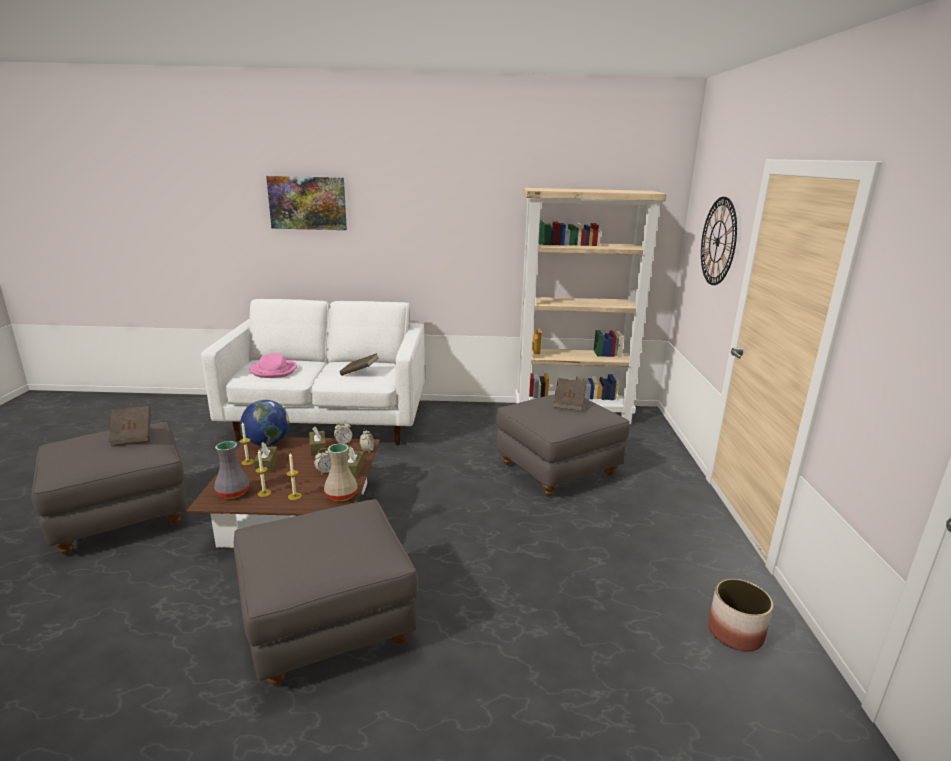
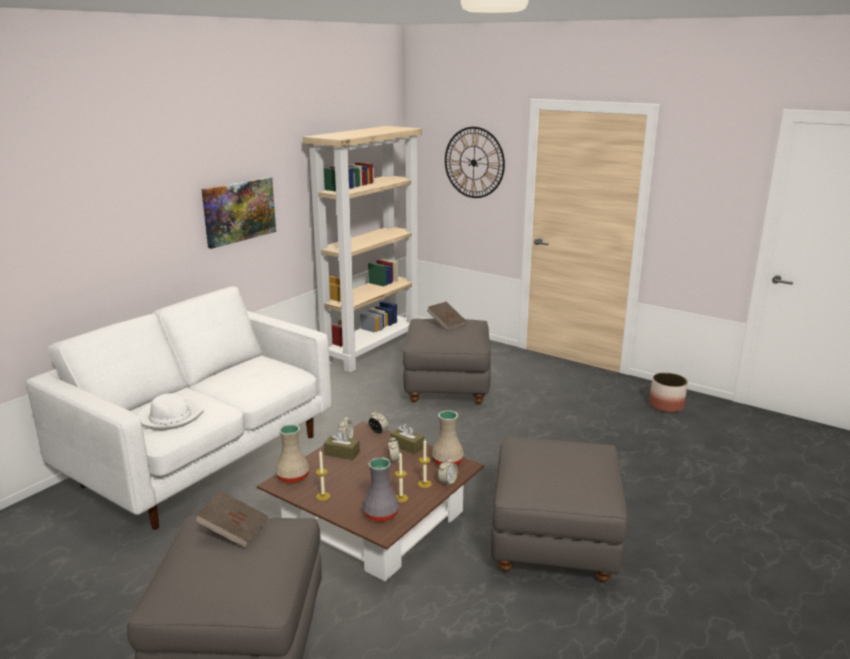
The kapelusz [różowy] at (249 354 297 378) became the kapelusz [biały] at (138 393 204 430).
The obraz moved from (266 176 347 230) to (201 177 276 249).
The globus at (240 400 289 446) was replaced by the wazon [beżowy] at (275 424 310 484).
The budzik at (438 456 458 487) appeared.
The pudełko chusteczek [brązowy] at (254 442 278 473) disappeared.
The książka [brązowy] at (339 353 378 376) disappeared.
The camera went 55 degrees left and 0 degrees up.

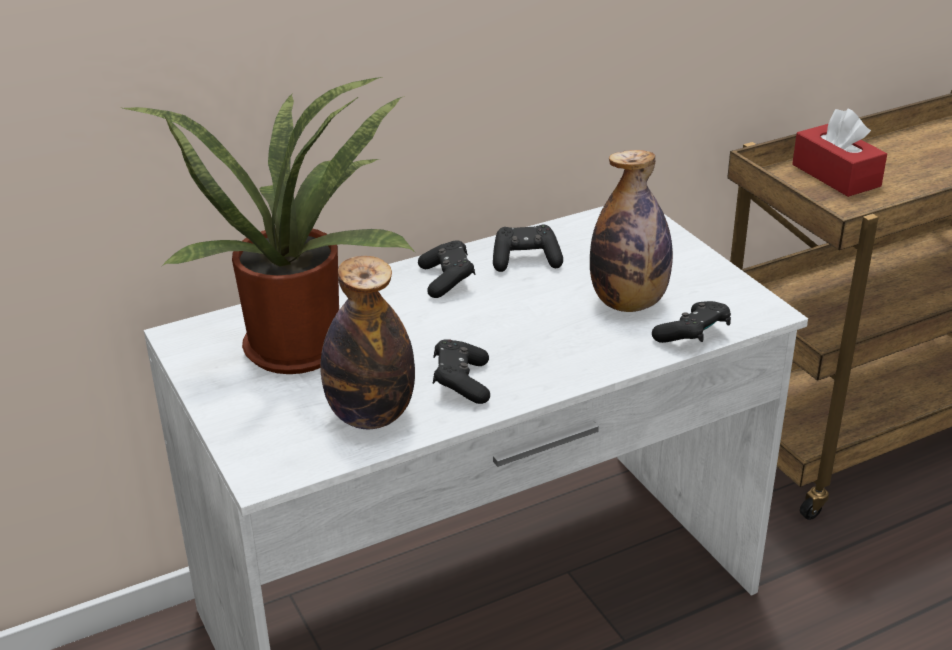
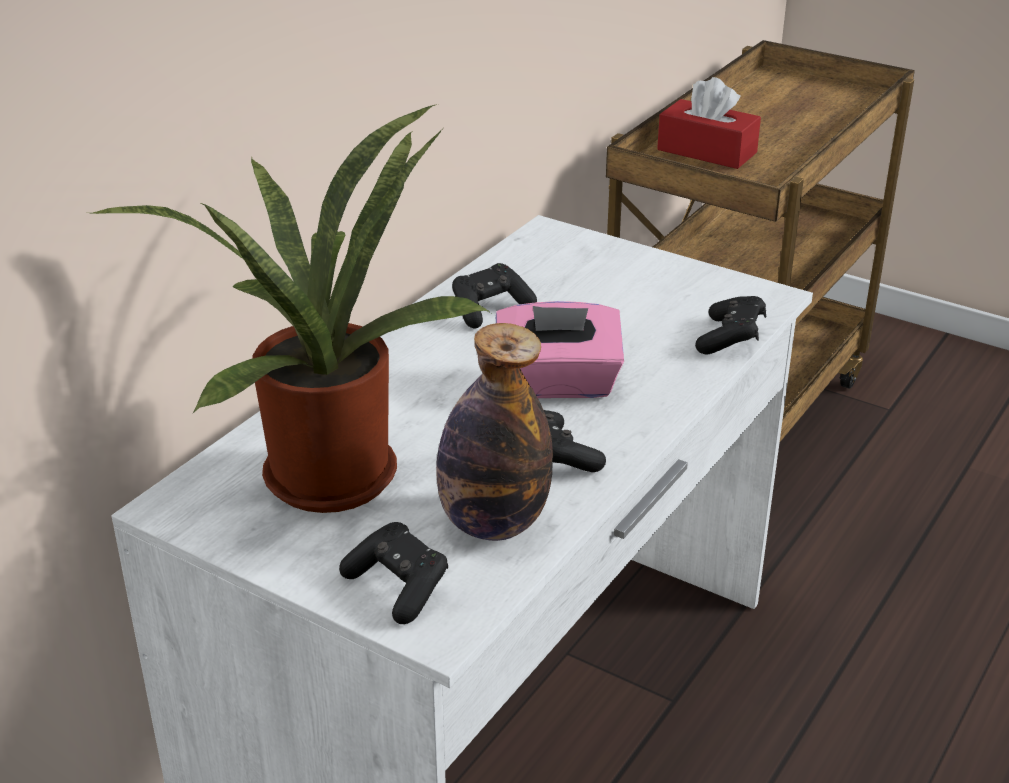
The pad do gier [czarny] moved from (418 240 475 298) to (339 522 448 624).
The pudełko chusteczek [różowy] at (496 301 624 398) appeared.
The butelka at (590 150 673 312) disappeared.
The camera went 30 degrees left and 0 degrees up.

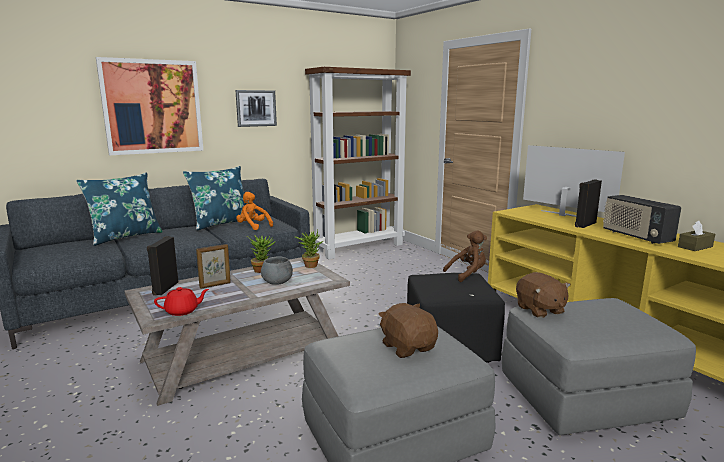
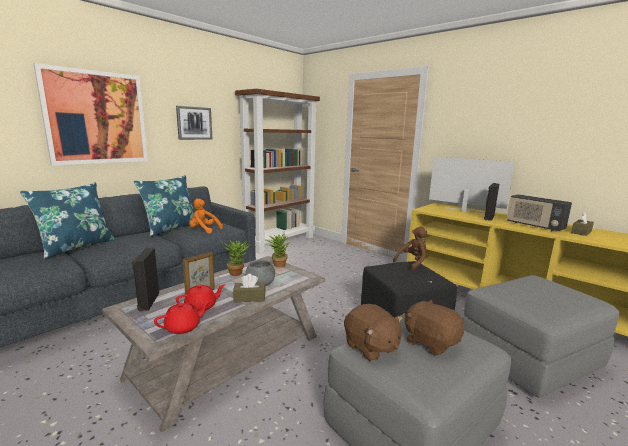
The imbryk [czerwony] at (176 284 225 311) appeared.
The pudełko chusteczek [brązowy] at (233 274 266 302) appeared.
The pluszak [brązowy] moved from (516 272 571 318) to (344 304 403 362).
The camera went 15 degrees left and 0 degrees up.

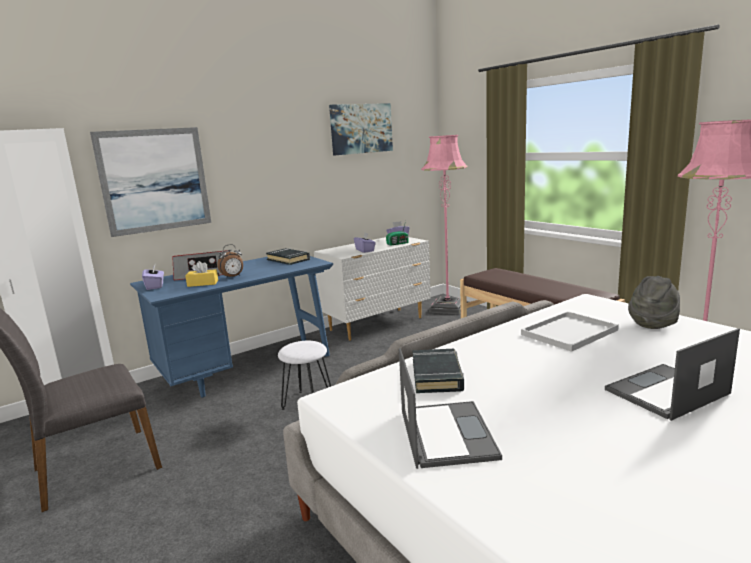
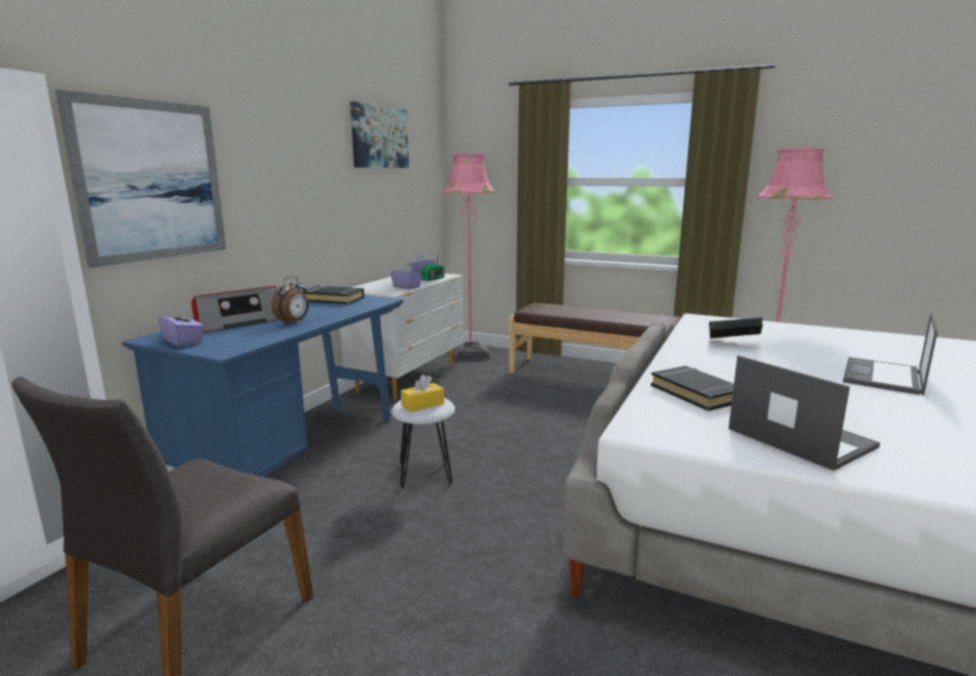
The pudełko chusteczek [żółty] moved from (185 261 218 287) to (401 374 444 412).
The taca [biały] at (521 311 619 352) was replaced by the książka at (709 317 763 339).
The kapelusz [szary] at (628 276 680 329) disappeared.
The camera went 30 degrees left and 0 degrees up.

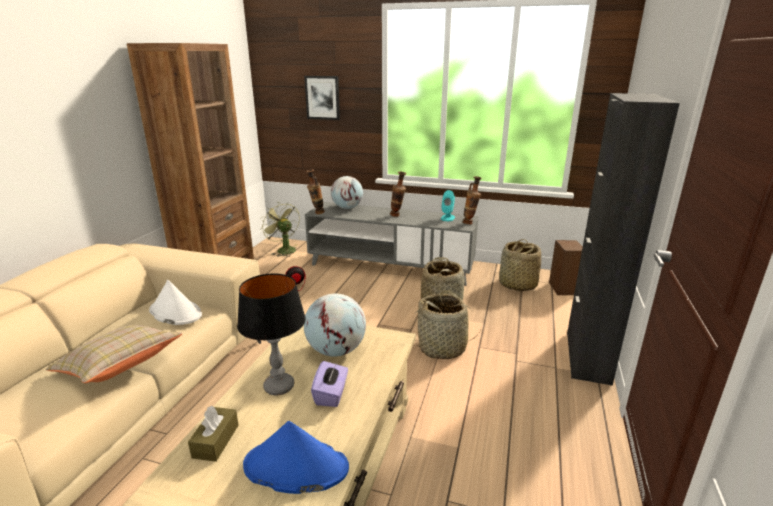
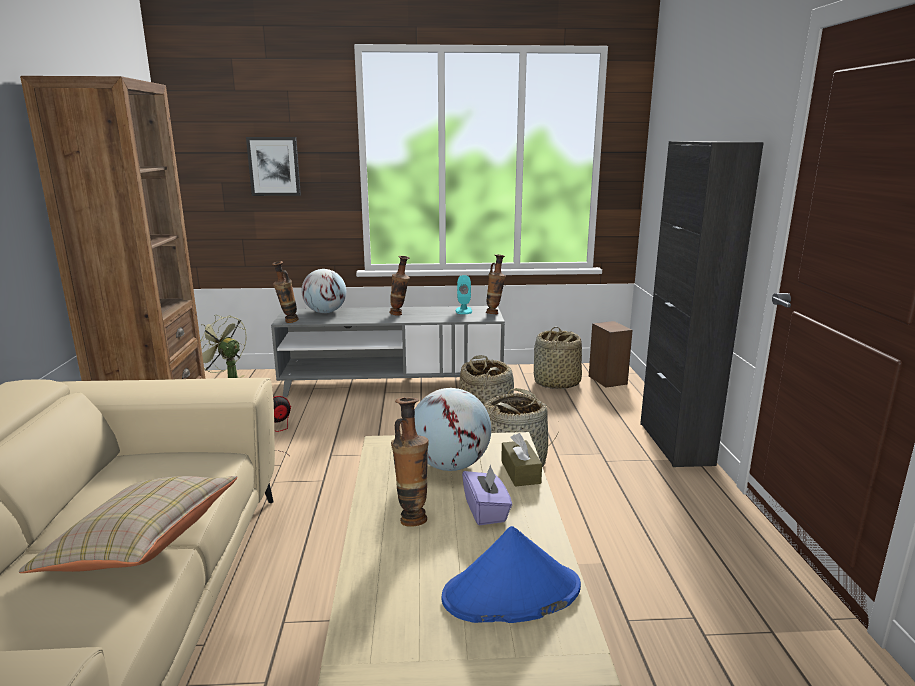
The lampa stołowa at (237 274 306 395) was replaced by the wazon at (391 397 429 527).
The pudełko chusteczek [brązowy] moved from (188 405 239 462) to (501 433 542 487).
The kapelusz [biały] at (149 280 202 325) disappeared.
The camera went 20 degrees left and 5 degrees down.

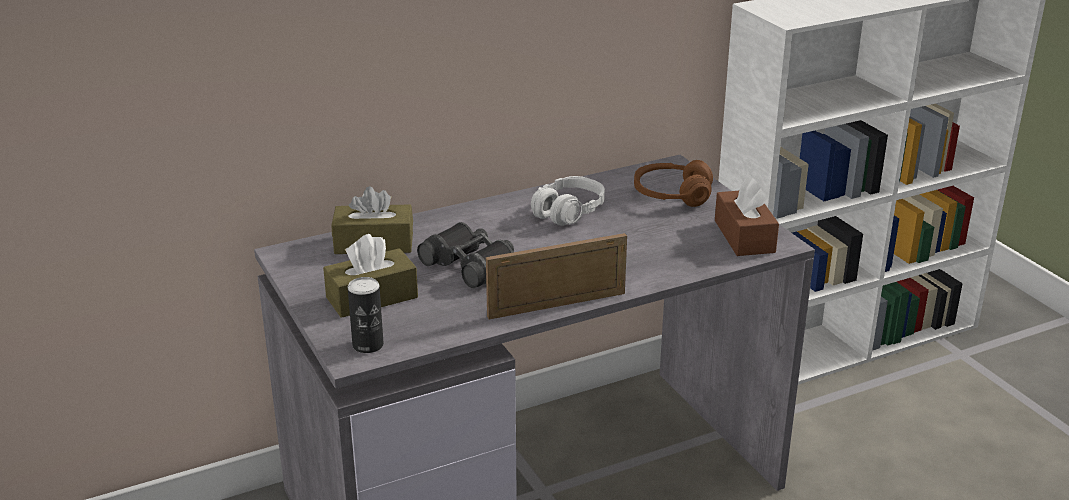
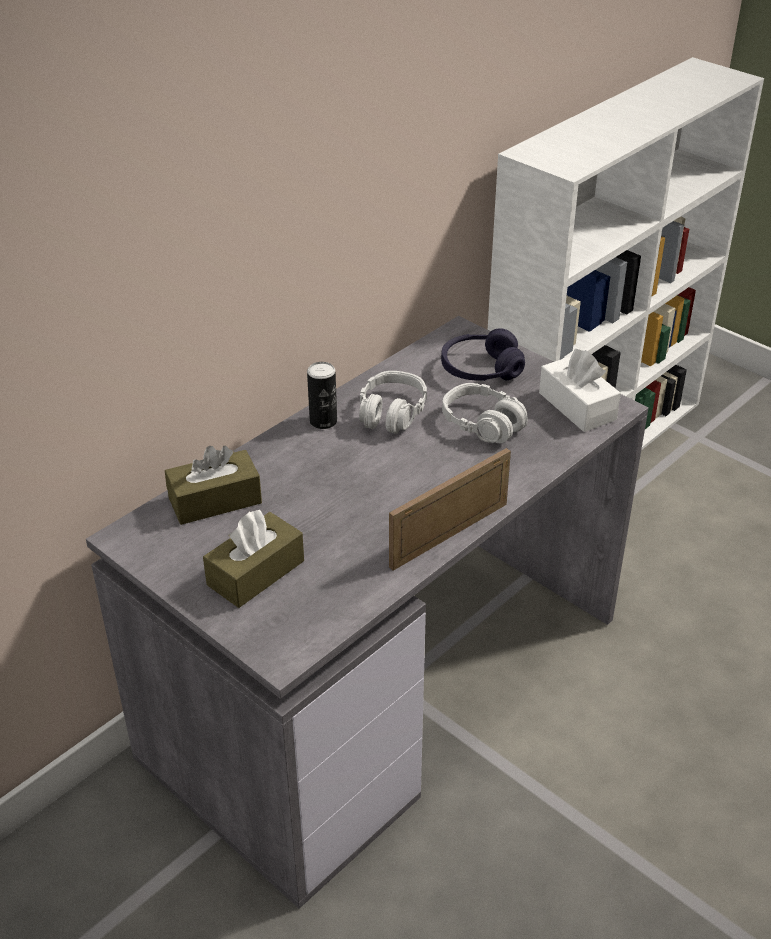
The puszka moved from (348 277 384 353) to (307 362 337 429).
The słuchawki [brązowy] at (634 160 713 207) became the słuchawki [fioletowy] at (441 328 525 381).
The słuchawki [szary] at (442 383 528 443) appeared.
The pudełko chusteczek [brązowy] at (715 177 779 256) became the pudełko chusteczek [biały] at (539 349 621 432).
The lornetka [czarny] at (417 222 514 288) disappeared.
The camera went 20 degrees left and 10 degrees up.

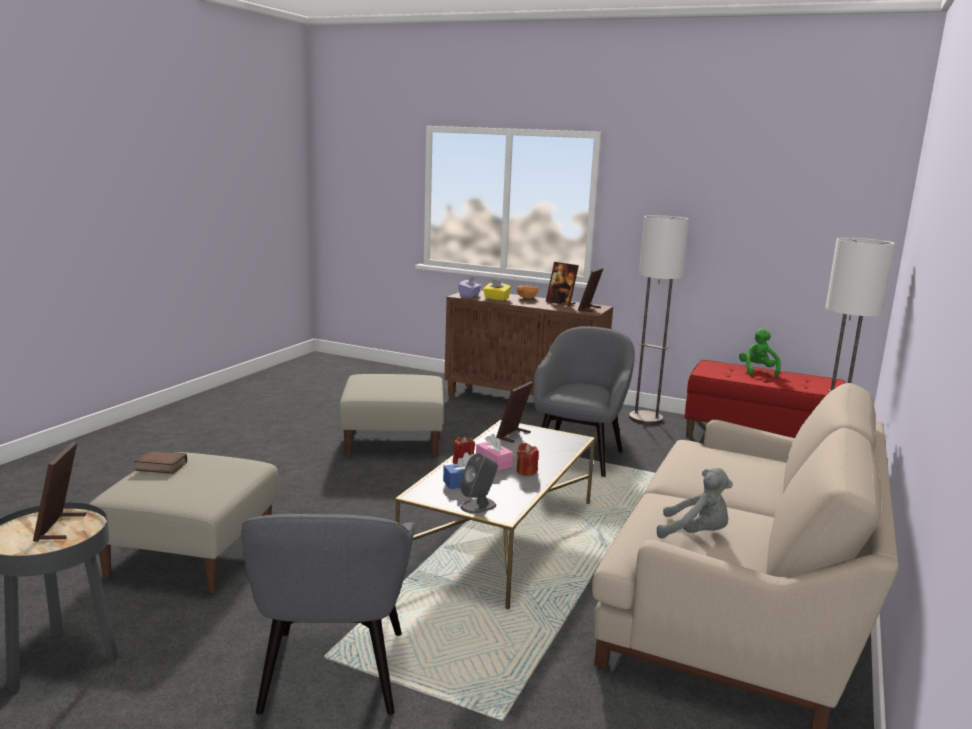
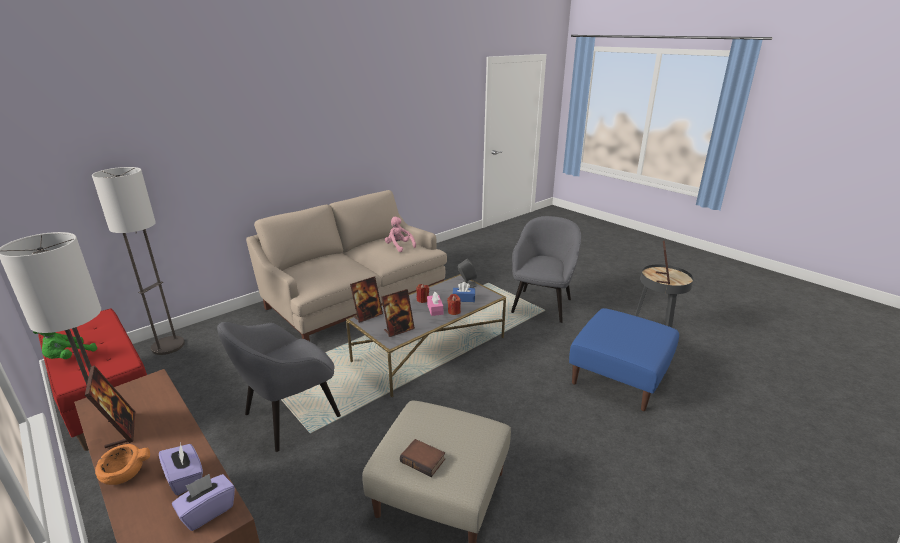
The pudełko chusteczek [żółty] at (483 280 511 301) became the pudełko chusteczek [fioletowy] at (159 443 203 495).
The ramka na zdjęcie moved from (578 268 604 312) to (350 276 383 323).
The pluszak [szary] at (657 468 733 539) became the pluszak [różowy] at (385 217 416 252).
The książka moved from (134 450 187 474) to (400 439 445 477).
The pufa [beżowy] at (90 452 279 594) became the pufa [niebieski] at (569 308 679 411).
The camera went 155 degrees left and 10 degrees up.

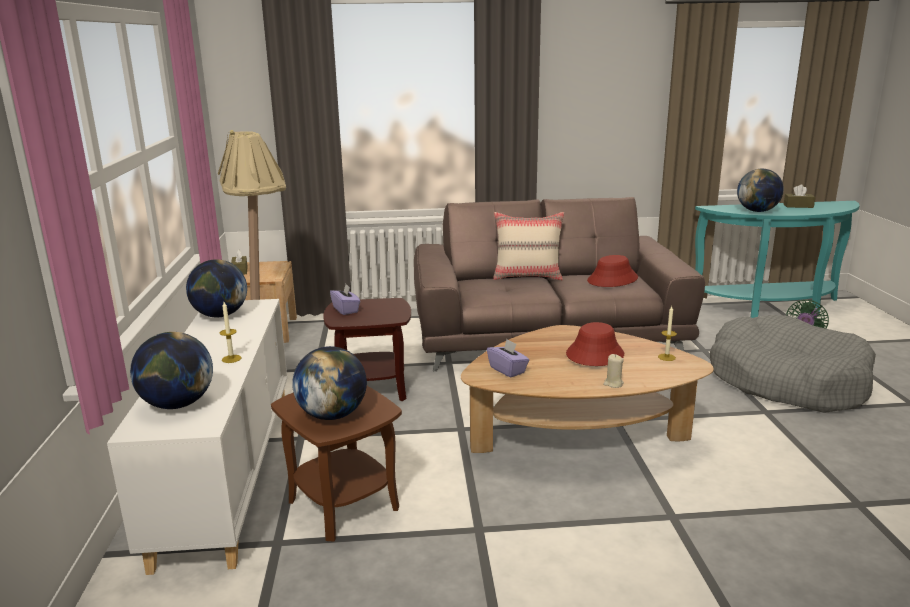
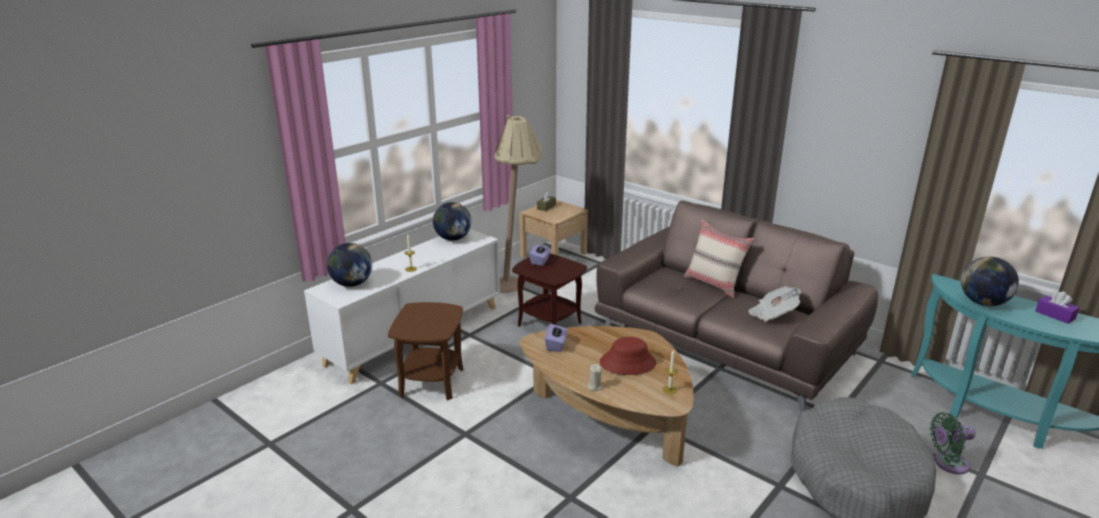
The kapelusz [czerwony] at (587 255 638 287) was replaced by the gazeta at (748 286 801 322).
The pudełko chusteczek [brązowy] at (784 184 815 208) became the pudełko chusteczek [fioletowy] at (1035 291 1080 324).
The globus at (292 346 367 420) disappeared.
The camera went 45 degrees right and 5 degrees up.

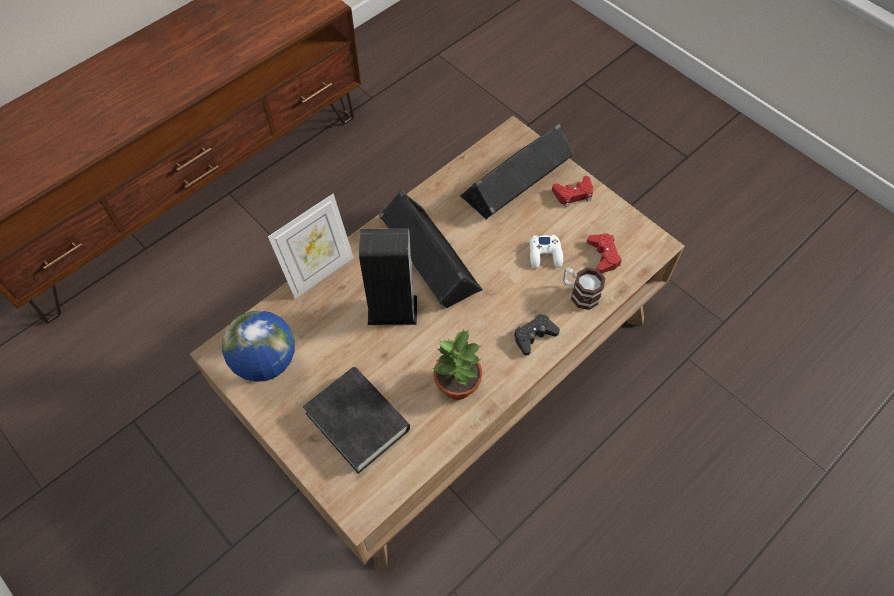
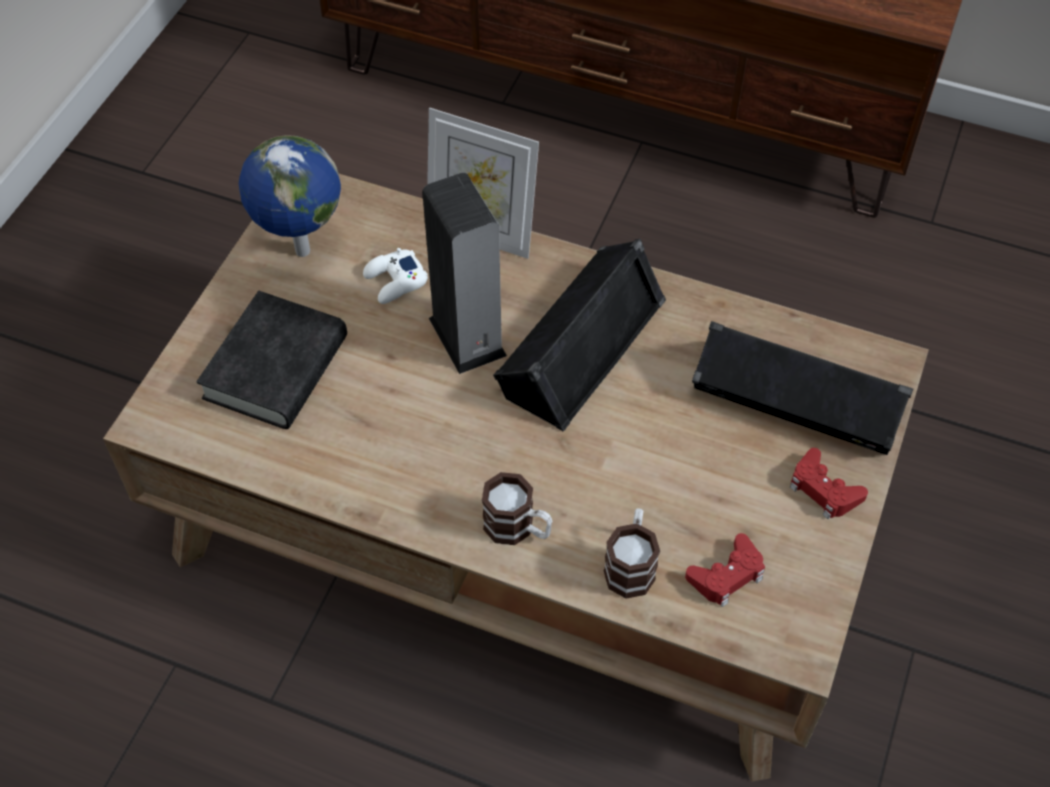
The pad do gier [biały] moved from (530 235 563 269) to (363 248 428 304).
The pad do gier [czarny] at (514 314 560 356) was replaced by the kubek at (482 472 552 545).
The roślina doniczkowa at (432 329 482 400) disappeared.
The camera went 65 degrees right and 5 degrees down.

